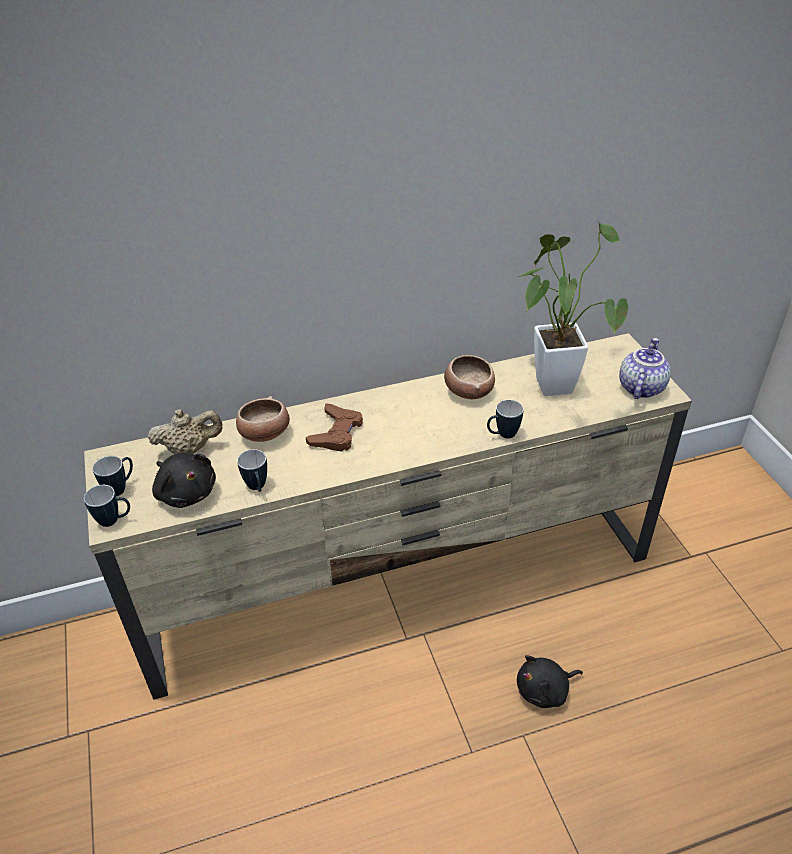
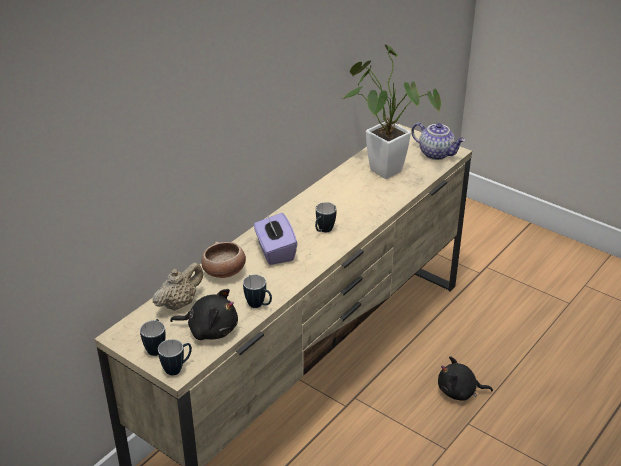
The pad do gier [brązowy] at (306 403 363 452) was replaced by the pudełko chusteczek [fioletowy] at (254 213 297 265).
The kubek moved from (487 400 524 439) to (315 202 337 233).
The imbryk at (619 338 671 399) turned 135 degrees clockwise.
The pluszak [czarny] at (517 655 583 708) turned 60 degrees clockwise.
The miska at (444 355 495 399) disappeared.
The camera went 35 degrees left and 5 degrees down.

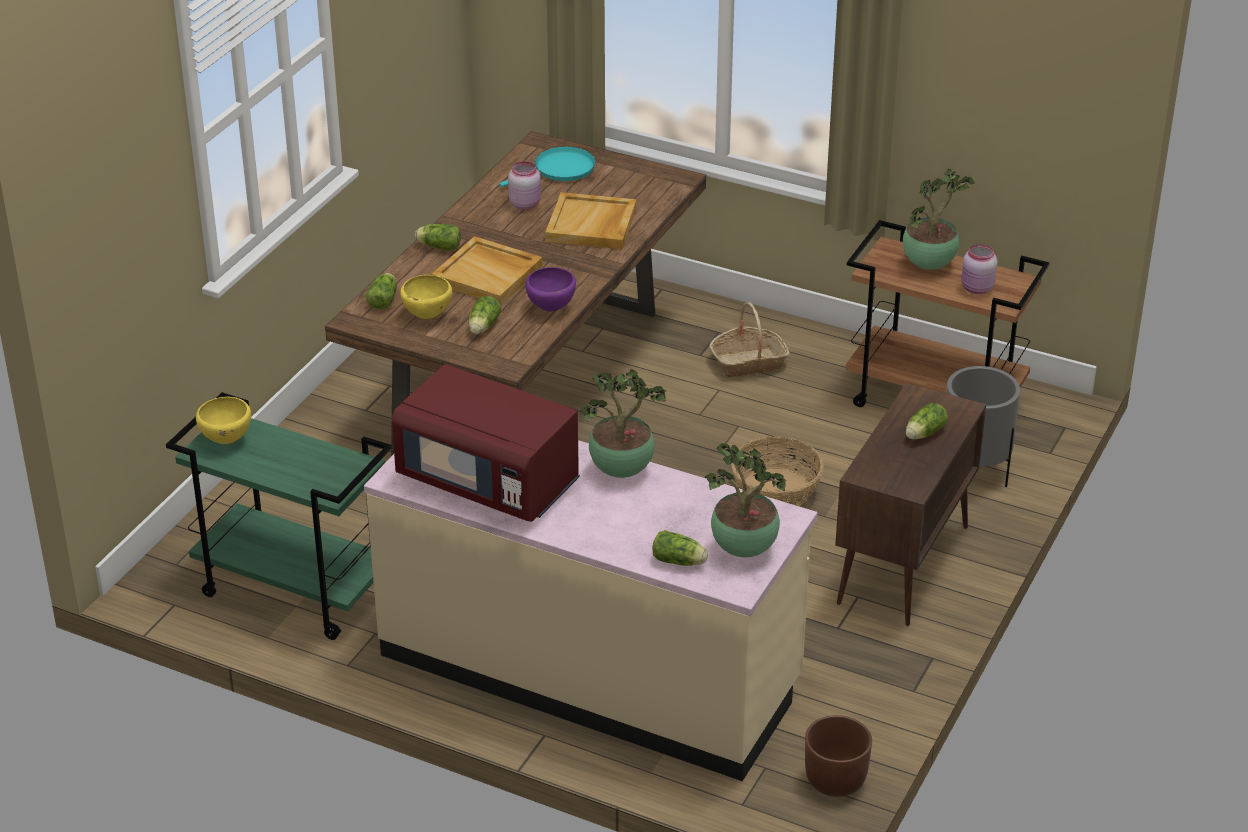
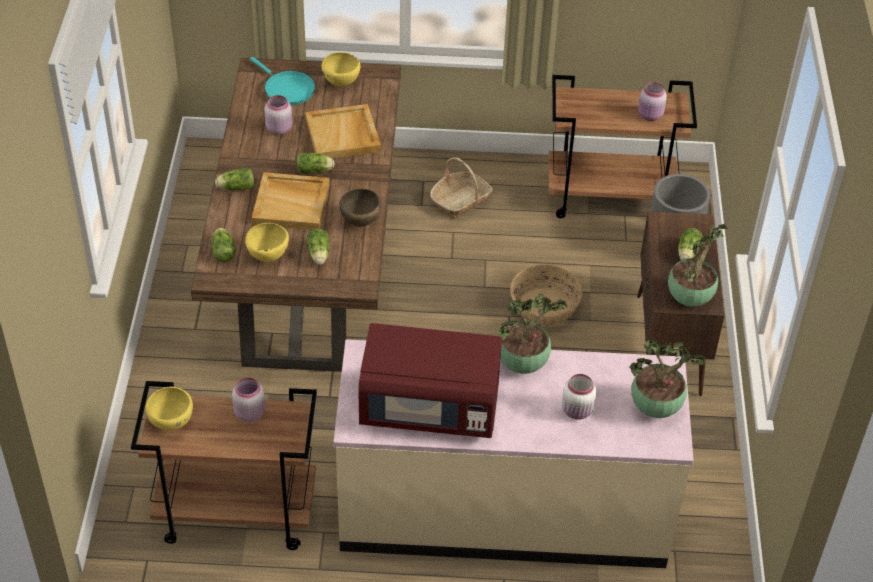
The wózek [zielony] at (166 392 392 640) became the wózek [brązowy] at (131 381 317 550).
The słoik [różowy] at (232 377 265 422) appeared.
The patelnia [turkusowy] at (499 147 596 187) turned 105 degrees clockwise.
The sałata moved from (653 530 708 566) to (296 153 335 174).
The miska [żółty] at (322 52 361 87) appeared.
The miska [fioletowy] at (525 267 576 312) became the miska [brązowy] at (339 189 381 227).
The słoik [biały] at (562 374 596 420) appeared.
The roślina doniczkowa moved from (903 169 974 270) to (668 224 728 307).
The donica [brązowy] at (805 715 872 797) disappeared.
The camera went 25 degrees left and 10 degrees up.

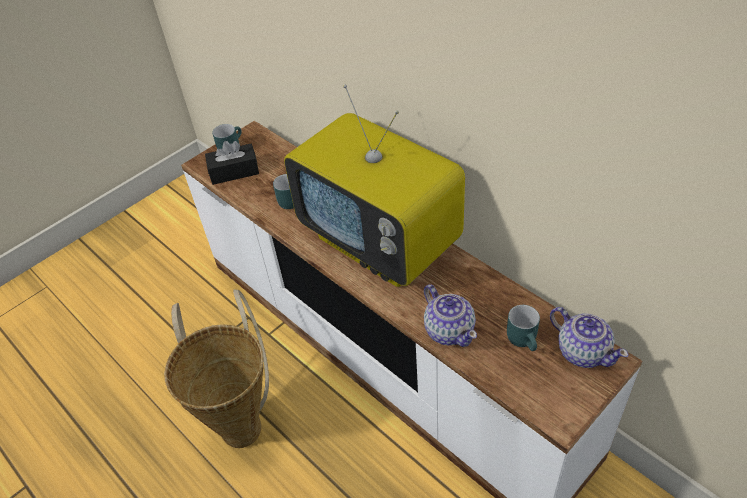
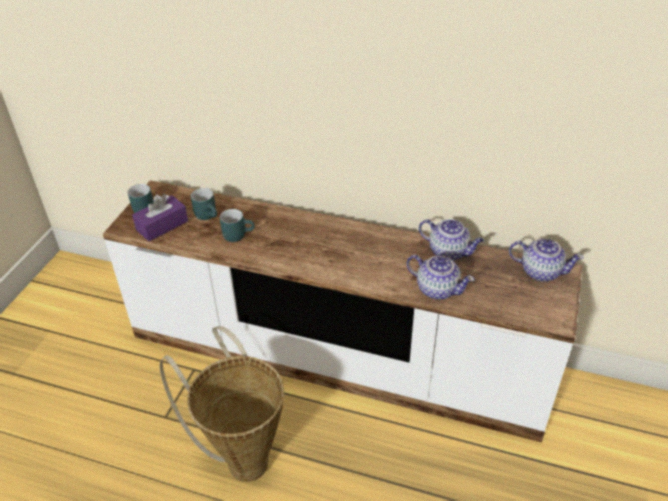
The pudełko chusteczek [czarny] at (205 141 259 185) became the pudełko chusteczek [fioletowy] at (132 194 188 241).
The kubek [turkusowy] moved from (507 305 540 351) to (191 188 217 220).
The imbryk at (419 219 484 261) appeared.
The telewizor at (284 85 465 287) disappeared.
The camera went 30 degrees left and 5 degrees down.

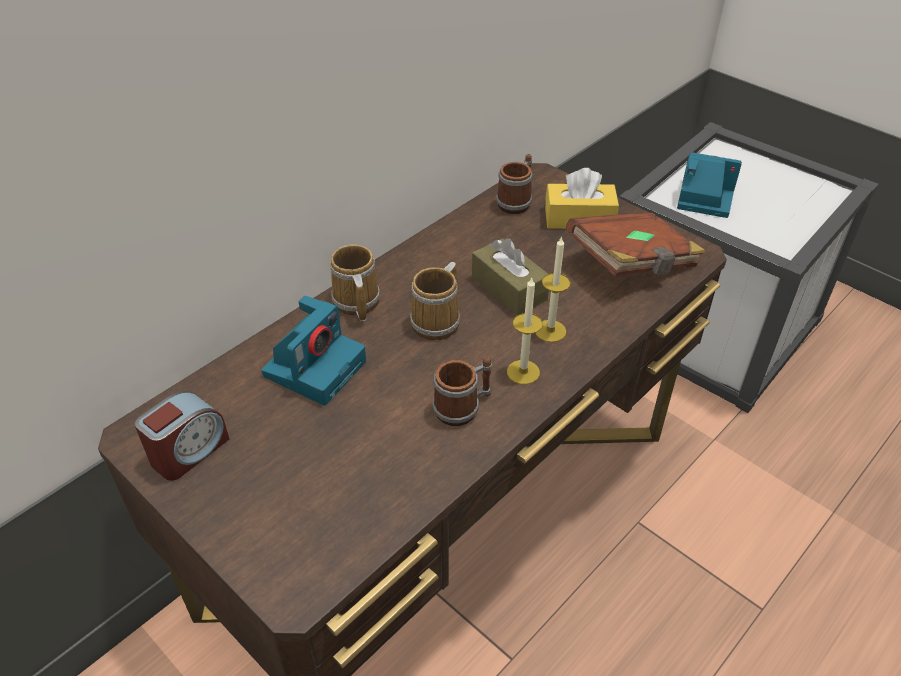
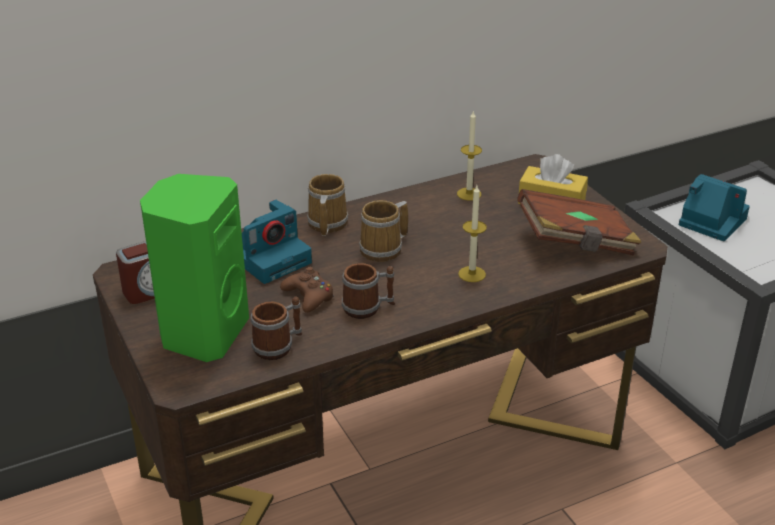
The głośnik [zielony] at (140 174 249 362) appeared.
The kubek moved from (496 154 533 214) to (251 297 302 360).
The pad do gier [brązowy] at (280 267 334 313) appeared.
The świeca moved from (507 277 543 384) to (457 112 482 201).
The pudełko chusteczek [brązowy] at (472 238 549 315) disappeared.
The camera went 20 degrees right and 10 degrees down.

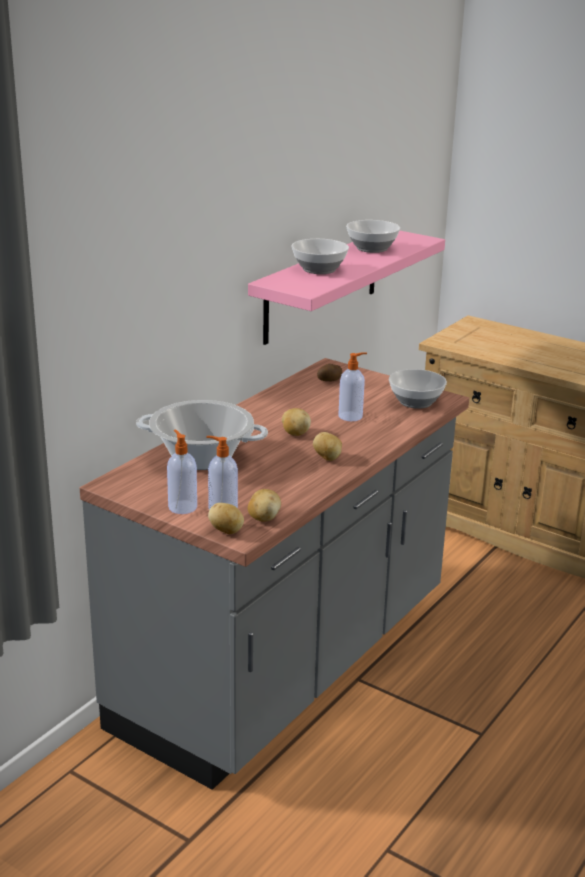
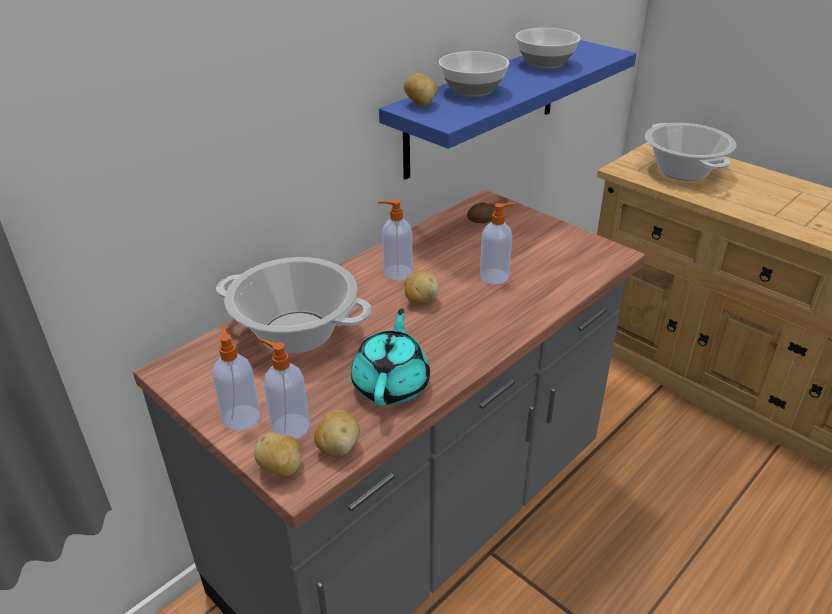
The imbryk [turkusowy] at (351 308 430 406) appeared.
The dozownik mydła at (378 200 413 280) appeared.
The półka [różowy] at (248 231 445 345) became the półka [niebieski] at (379 40 636 180).
The ziemniak moved from (313 432 342 461) to (404 73 438 107).
The garnek at (645 123 736 181) appeared.
The miska at (389 369 447 409) disappeared.
The camera went 10 degrees right and 10 degrees up.

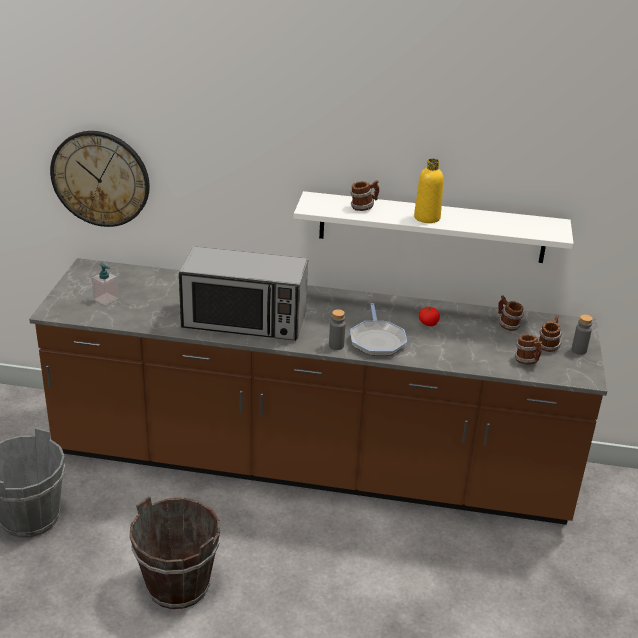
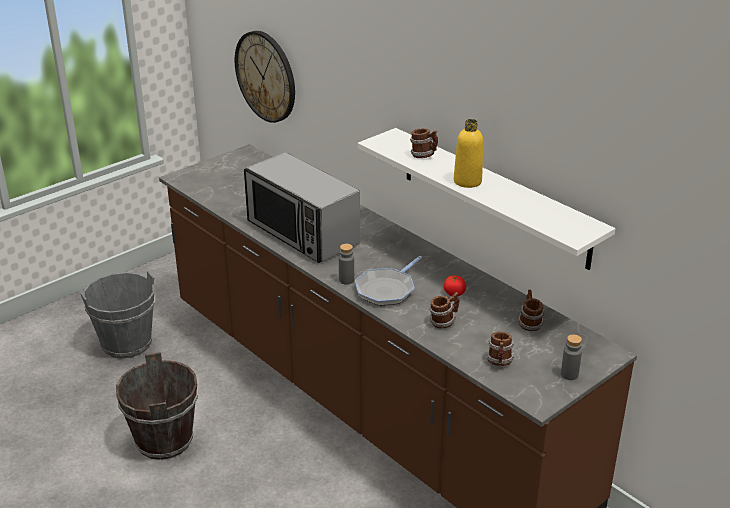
The kubek moved from (537 315 562 352) to (430 292 460 329).
The dozownik mydła at (91 263 119 305) disappeared.
The camera went 40 degrees right and 0 degrees up.

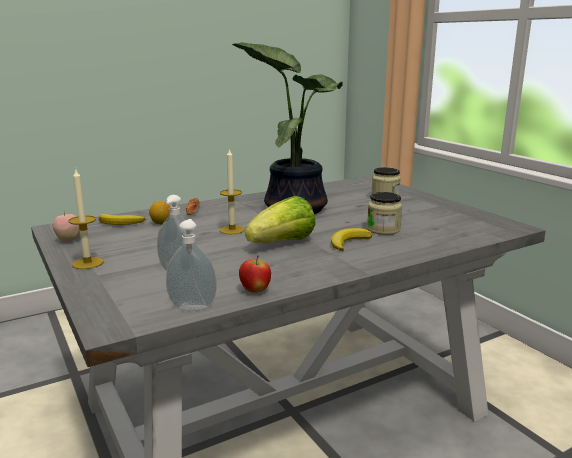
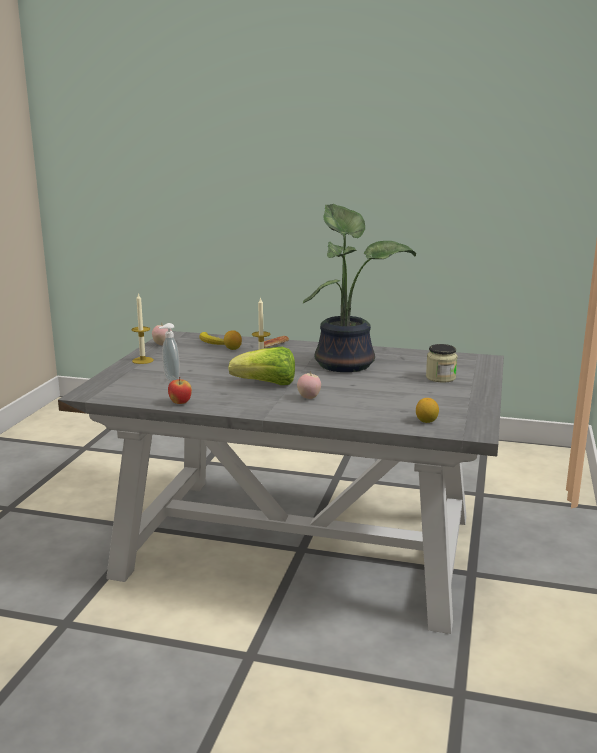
The banan at (331 228 372 251) was replaced by the jabłko at (297 372 321 399).
The cytryna at (416 398 439 423) appeared.
The dozownik mydła at (166 219 217 310) disappeared.
The słoik at (367 192 402 235) disappeared.
The camera went 45 degrees right and 0 degrees up.

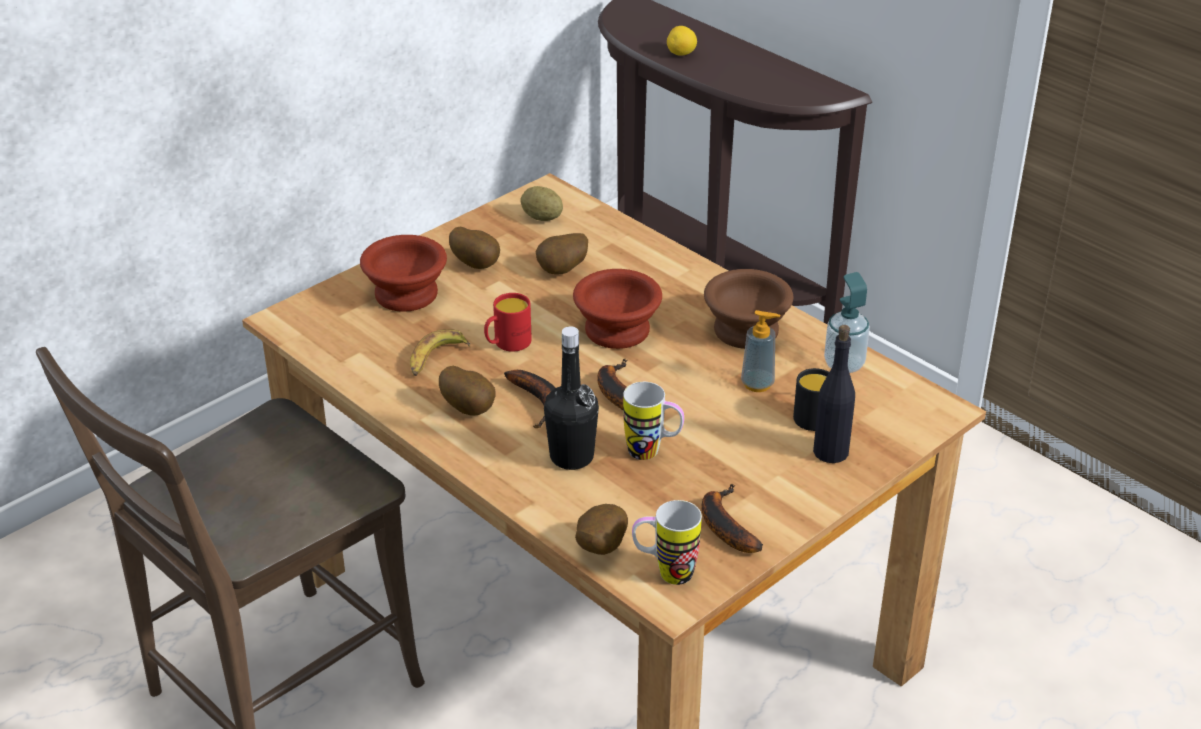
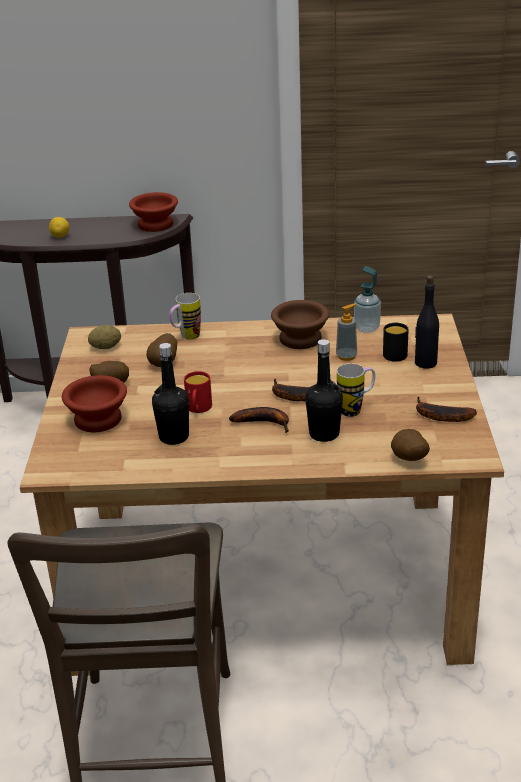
The miska [brązowy] moved from (573 269 662 349) to (129 192 178 232).
The banan at (410 329 470 376) was replaced by the butelka [czarny] at (152 343 189 445).
The kubek moved from (632 500 702 585) to (169 293 201 340).
The ziemniak at (439 366 495 415) disappeared.
The camera went 45 degrees left and 5 degrees down.

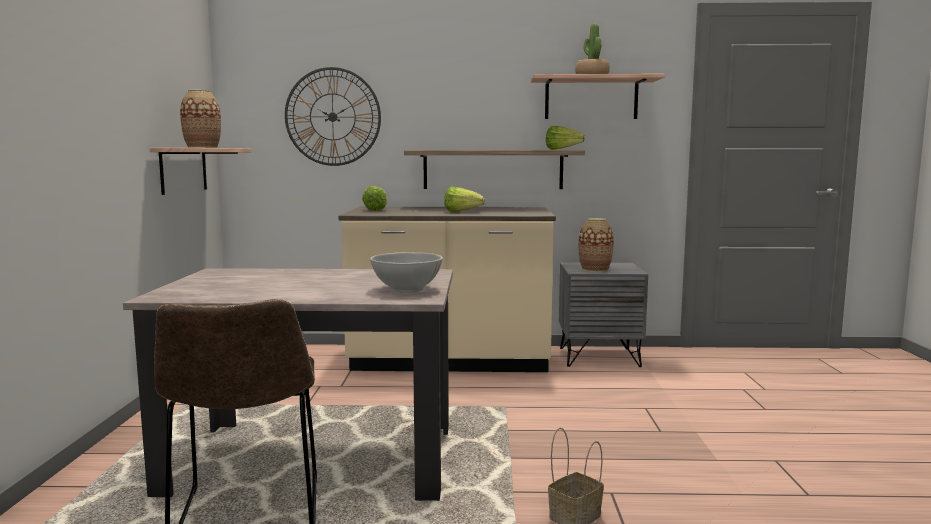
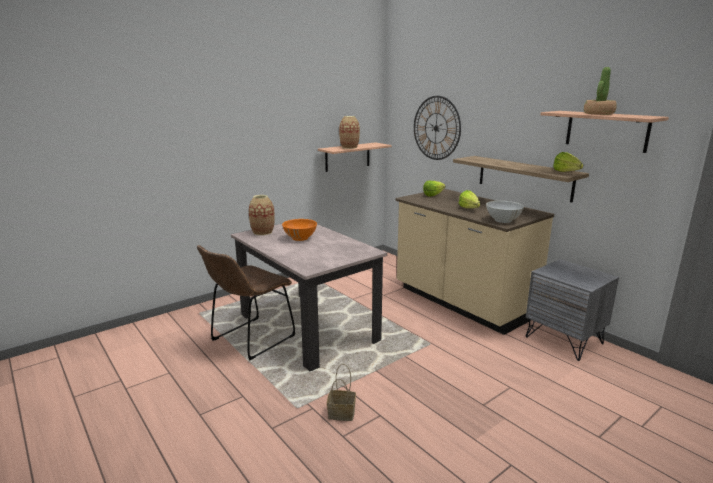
The wazon moved from (579 218 614 272) to (249 195 275 235).
The miska [pomarańczowy] at (282 219 317 241) appeared.
The miska [biały] moved from (370 252 443 293) to (486 201 524 223).
The camera went 50 degrees right and 10 degrees up.

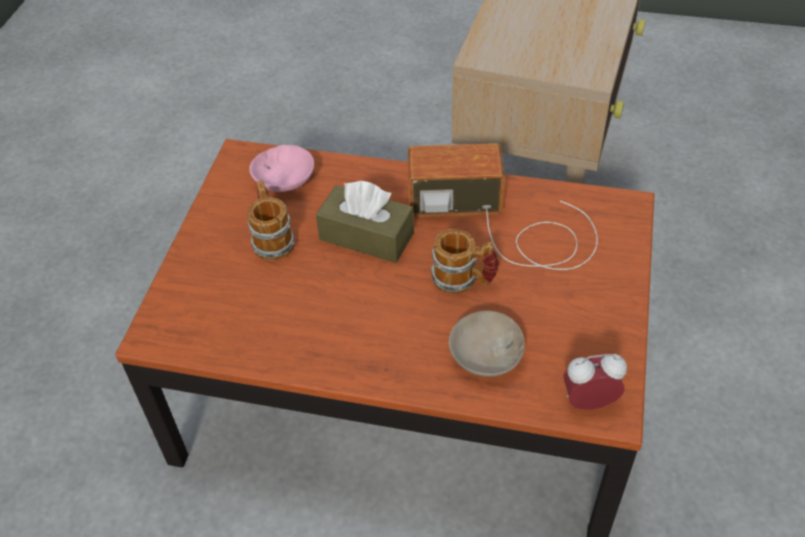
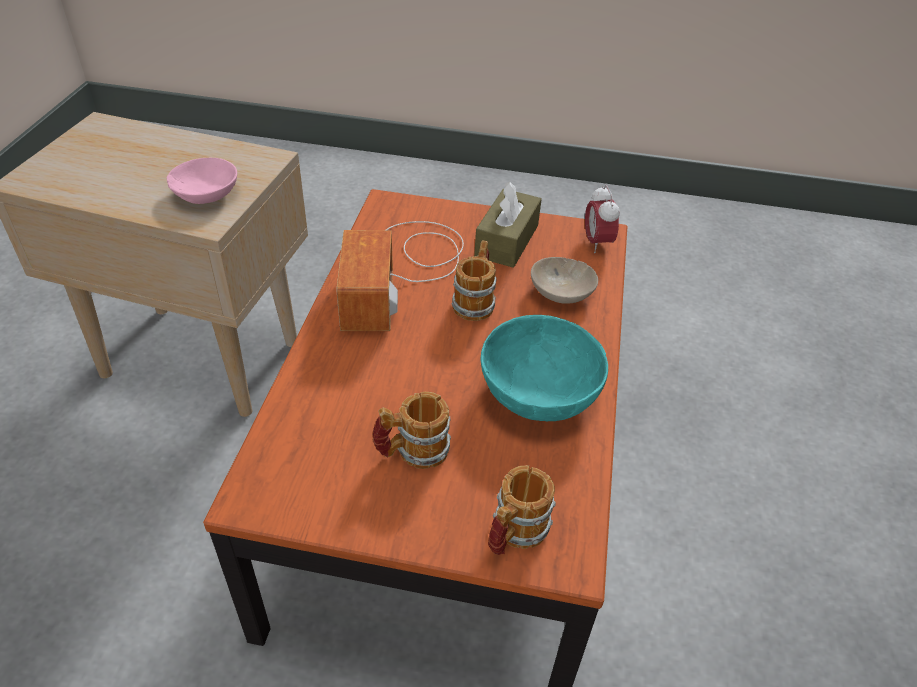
The miska [różowy] moved from (249 145 314 192) to (167 158 237 204).
The pudełko chusteczek [brązowy] moved from (316 181 414 263) to (474 182 542 268).
The miska [turkusowy] at (480 315 608 421) appeared.
The kubek at (488 465 556 555) appeared.
The camera went 95 degrees left and 5 degrees down.

